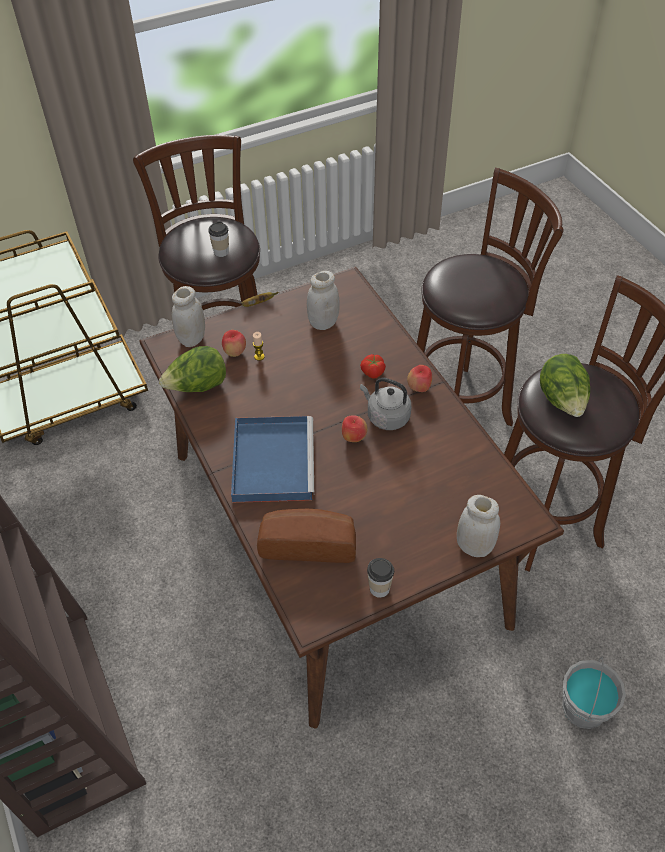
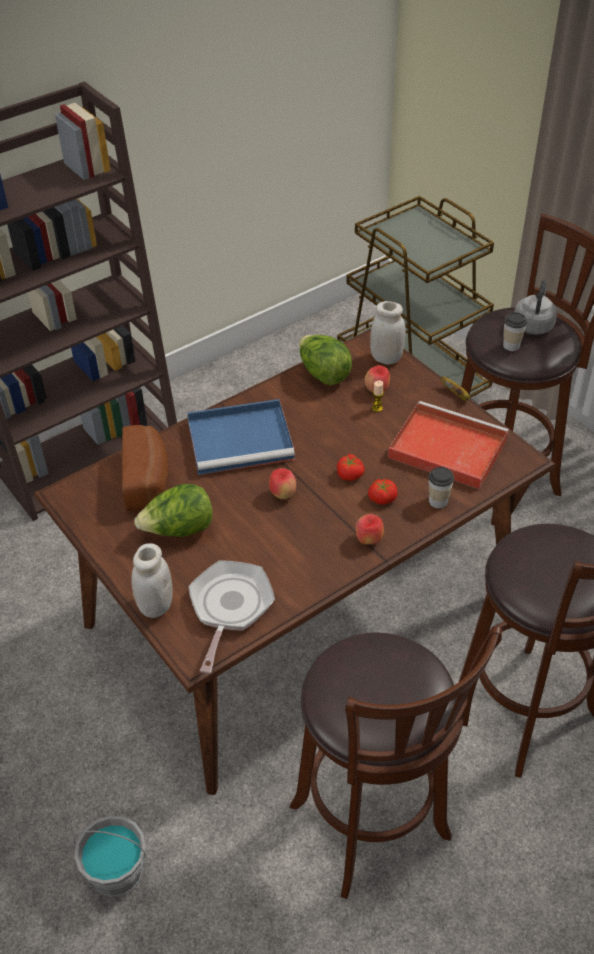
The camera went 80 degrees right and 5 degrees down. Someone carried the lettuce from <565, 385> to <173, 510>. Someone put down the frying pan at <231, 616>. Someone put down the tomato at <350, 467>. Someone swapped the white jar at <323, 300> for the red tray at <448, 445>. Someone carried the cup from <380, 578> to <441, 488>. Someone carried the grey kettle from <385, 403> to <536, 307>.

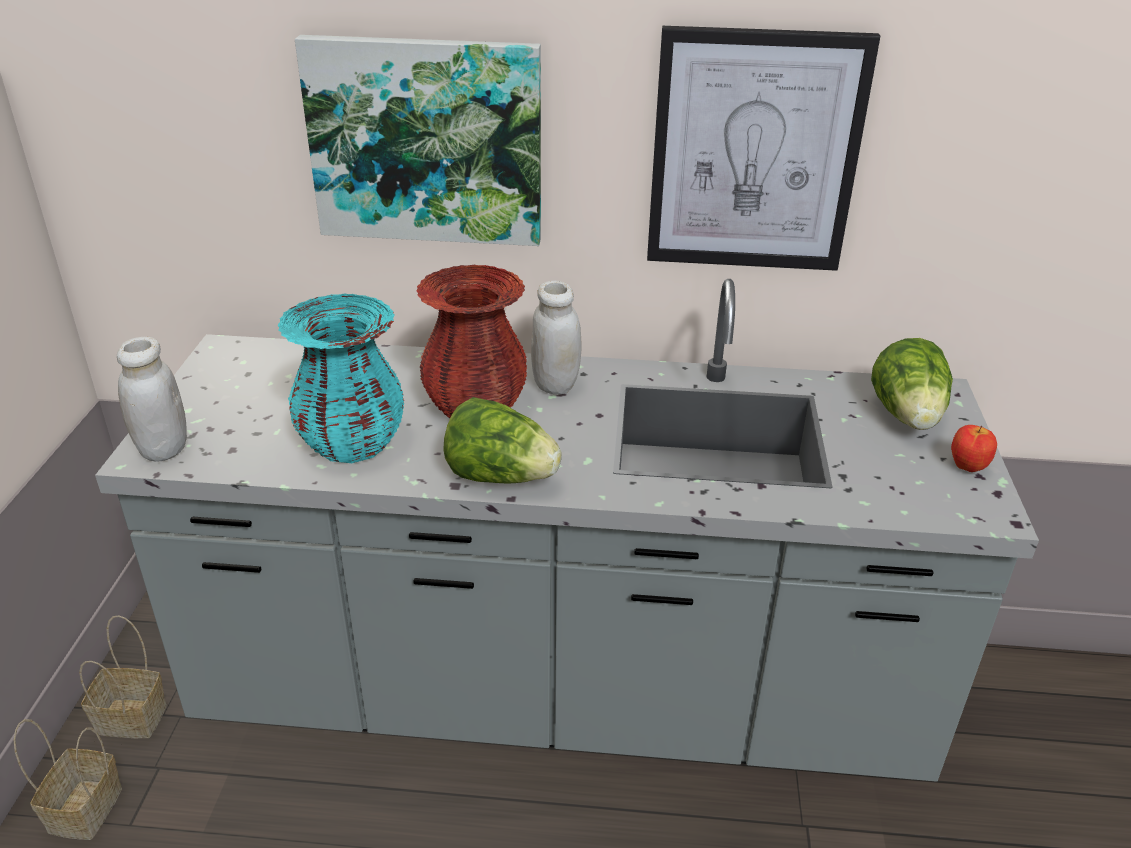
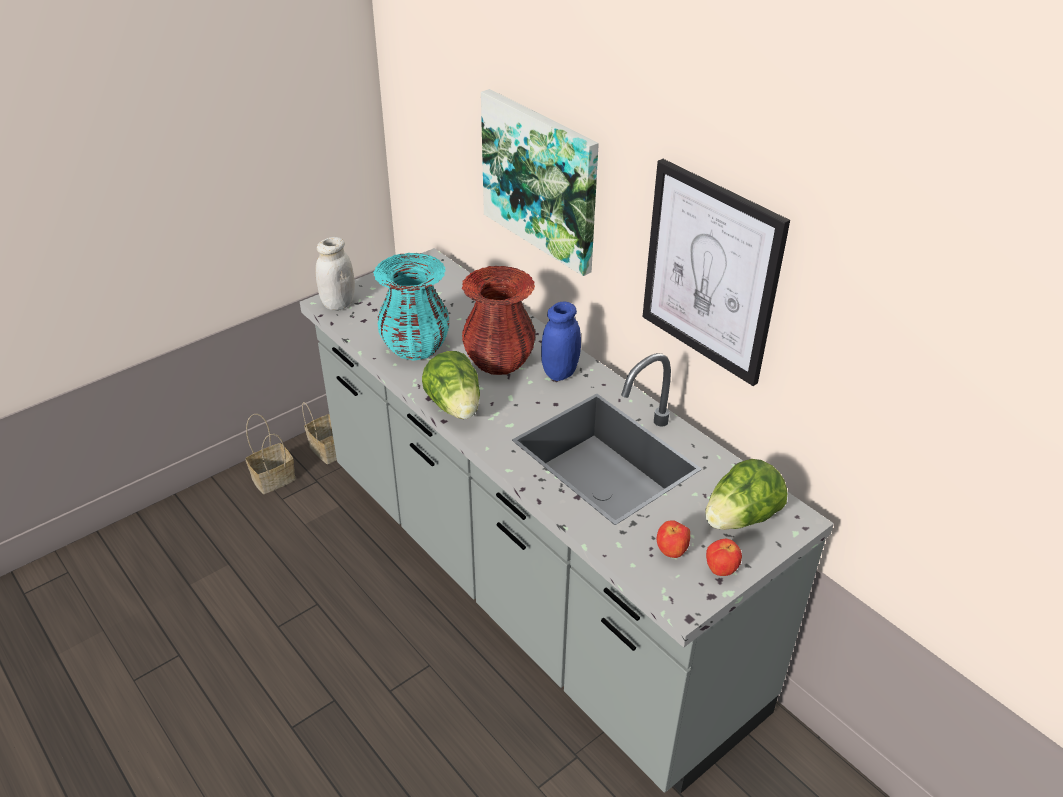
The camera went 45 degrees right and 5 degrees up. Someone repainted the white jar at <556, 337>, which became the blue jar at <561, 341>. Someone put down the apple at <673, 539>.

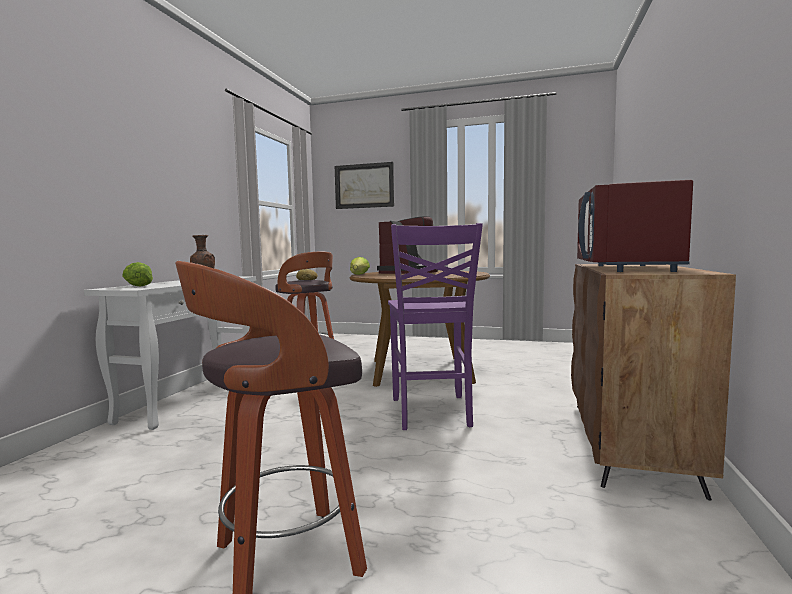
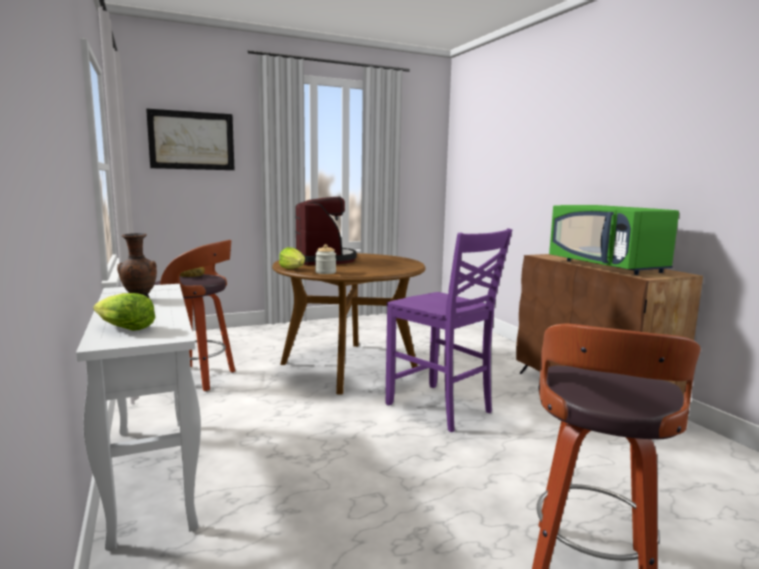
The camera went 40 degrees left and 5 degrees up. Someone put down the jar at <325, 259>. Someone repainted the red microwave at <635, 226>, which became the green microwave at <614, 240>.

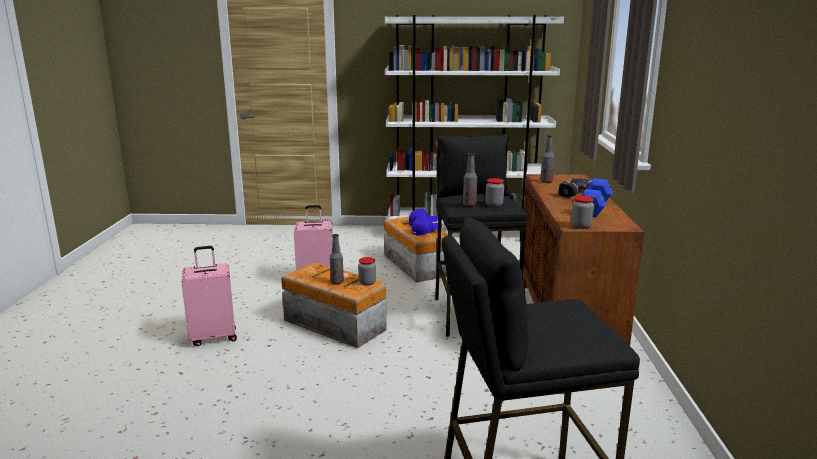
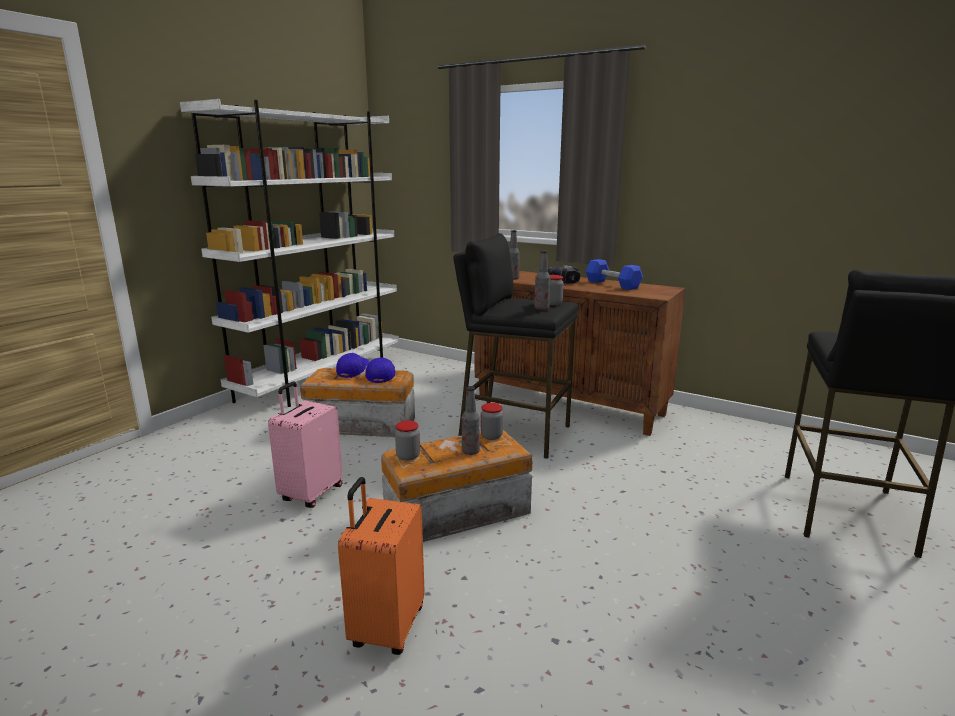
The camera went 60 degrees left and 0 degrees up. Someone repainted the pink suitcase at <209, 296>, which became the orange suitcase at <381, 566>. Someone carried the jar from <582, 212> to <407, 440>.

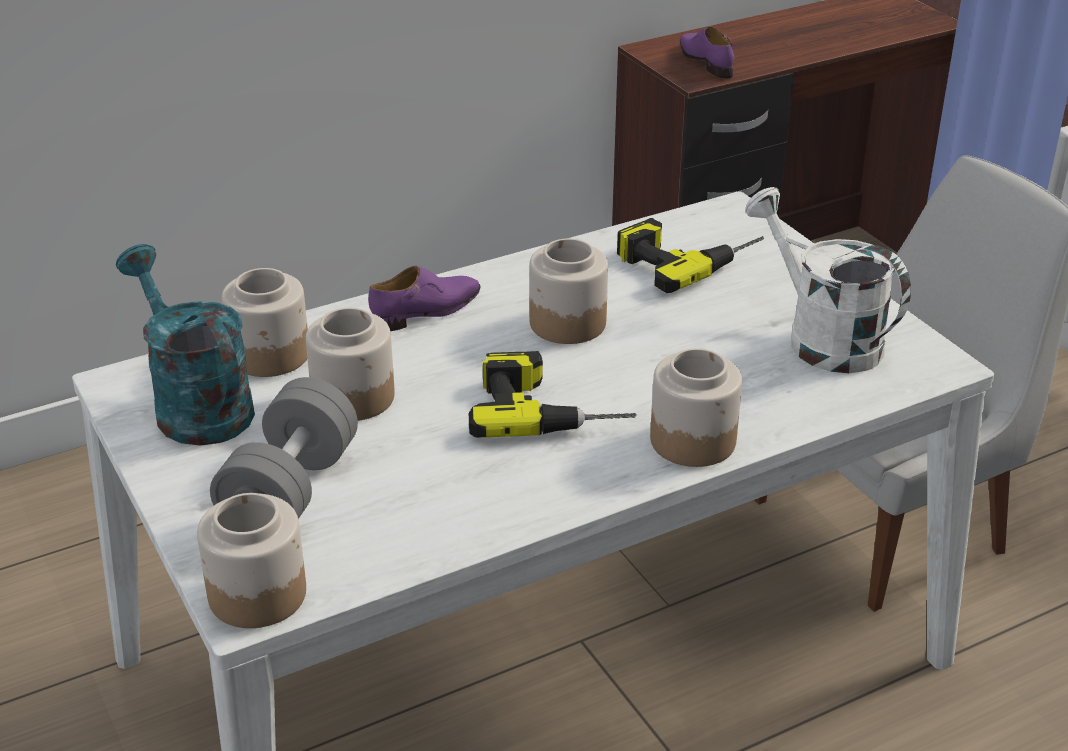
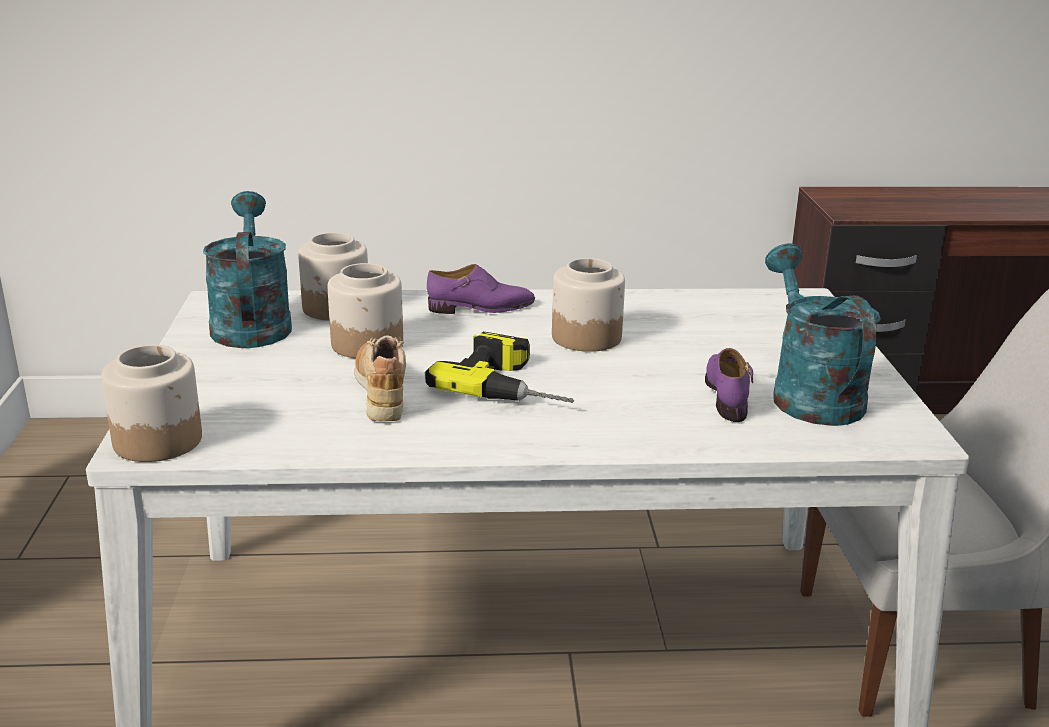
The camera went 25 degrees right and 10 degrees down. Someone put down the beige shoe at <380, 378>. Someone carried the purple shoe from <707, 52> to <729, 385>. Someone repainted the white watering can at <828, 280>, which became the turquoise watering can at <823, 334>. Someone took away the grey dumbbell at <284, 448>. Someone took away the power drill at <690, 255>. Someone took away the jar at <696, 407>.

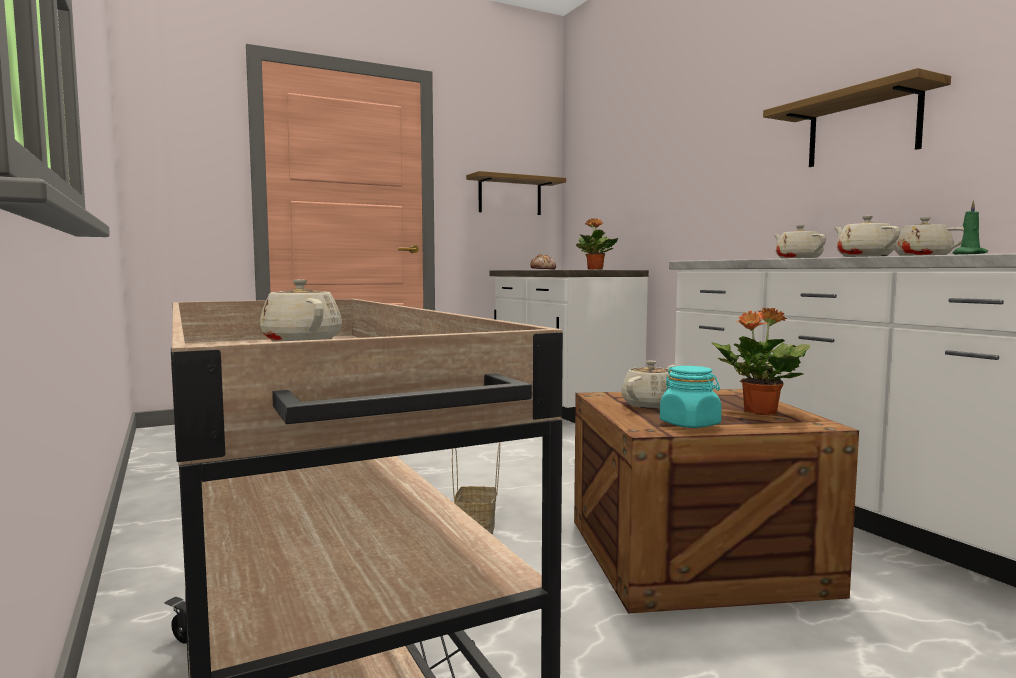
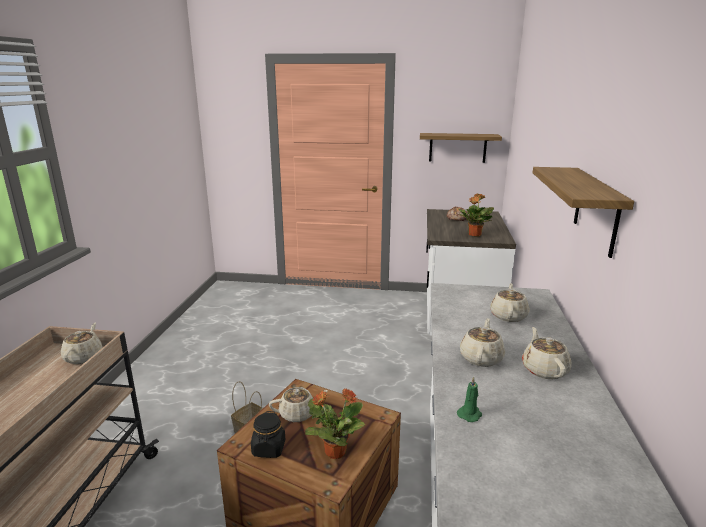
The camera went 35 degrees right and 15 degrees up. Someone repainted the turquoise jar at <691, 397>, which became the black jar at <268, 434>.

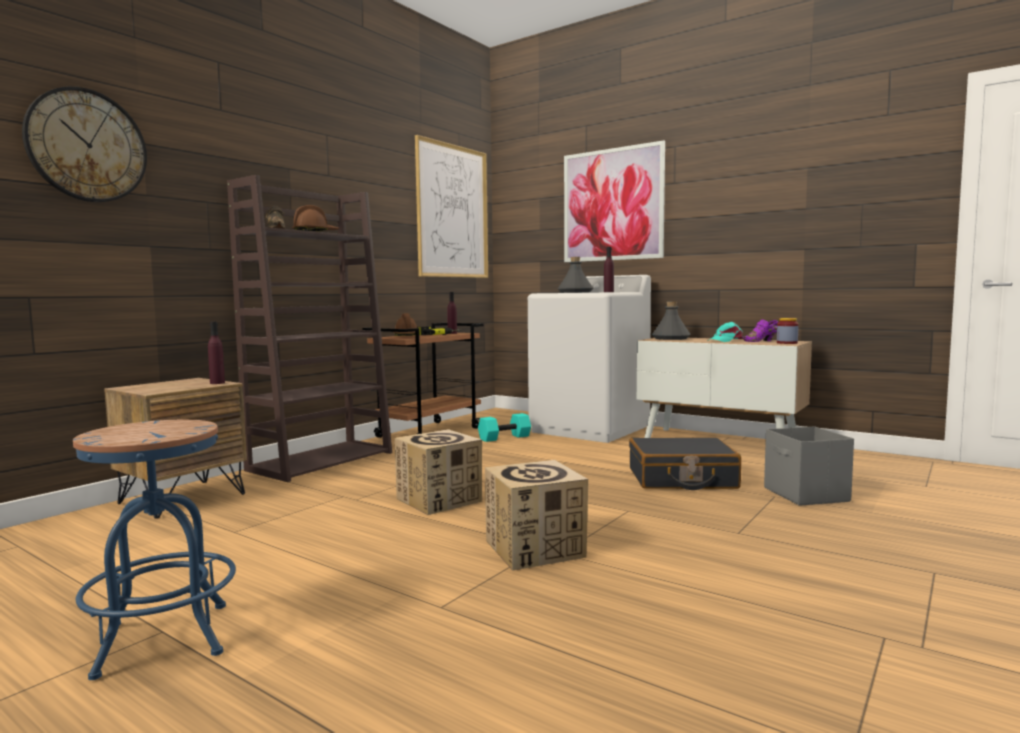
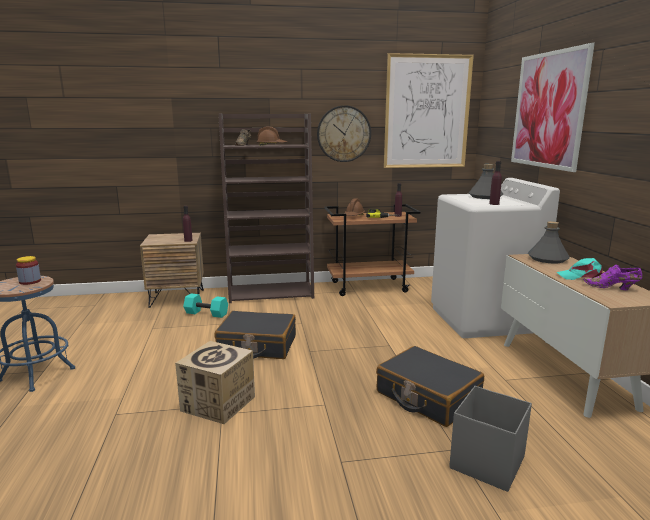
The camera went 45 degrees right and 10 degrees up. Someone carried the jar from <787, 331> to <28, 270>. Someone carried the turquoise dumbbell from <504, 427> to <205, 305>. Someone swapped the cardboard box at <438, 472> for the black suitcase at <255, 335>. Someone carried the wall clock from <84, 144> to <344, 133>.

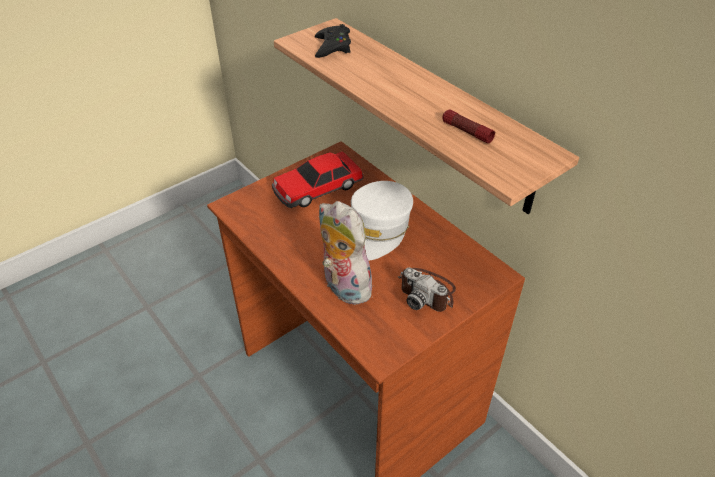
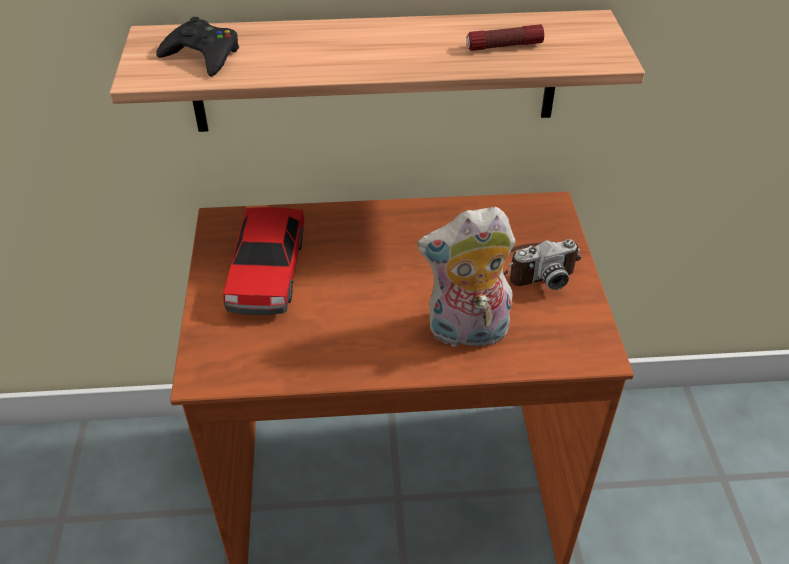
The camera went 55 degrees left and 0 degrees up. Someone took away the white cap at <382, 221>.

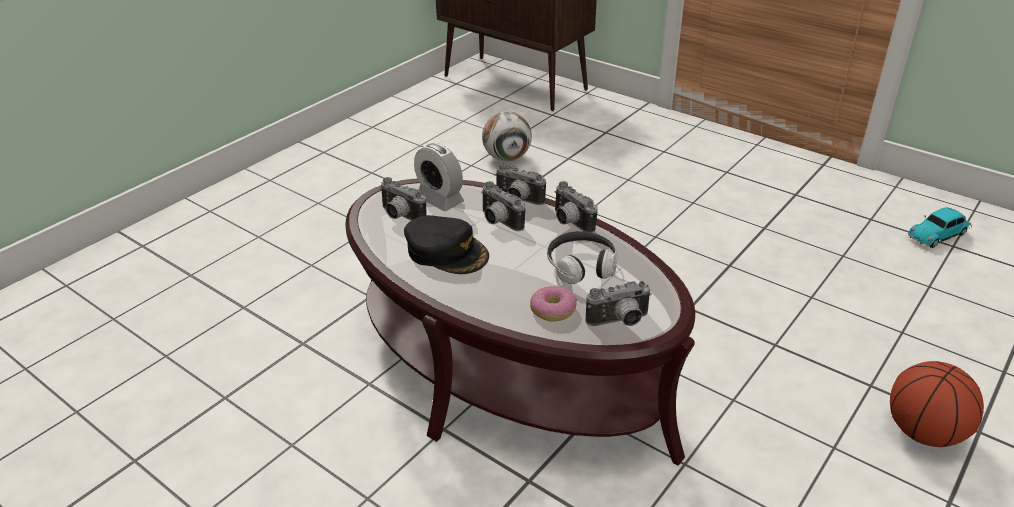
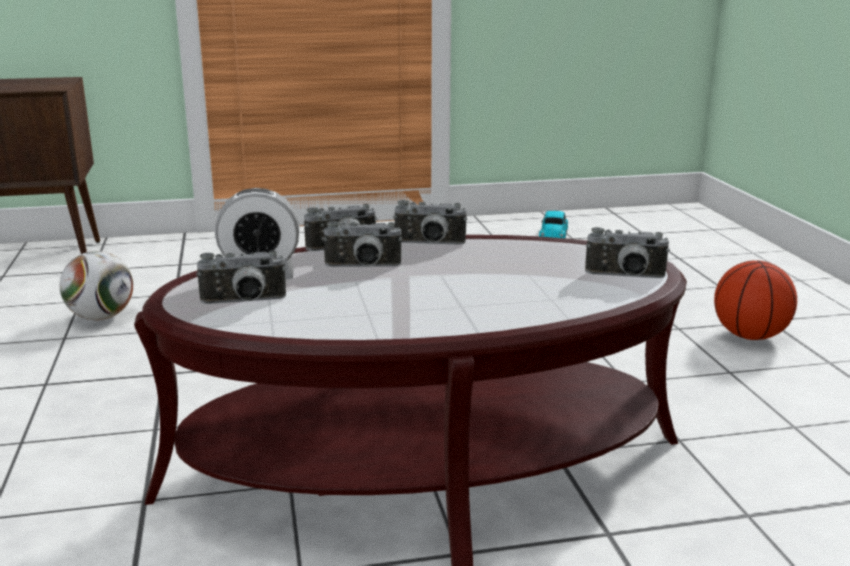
The camera went 50 degrees left and 15 degrees down. Someone rotated the photo camera at <619, 303> by 75 degrees clockwise. Someone took away the black cap at <446, 244>. Someone took away the donut at <553, 303>. Someone took away the headphones at <582, 257>.

